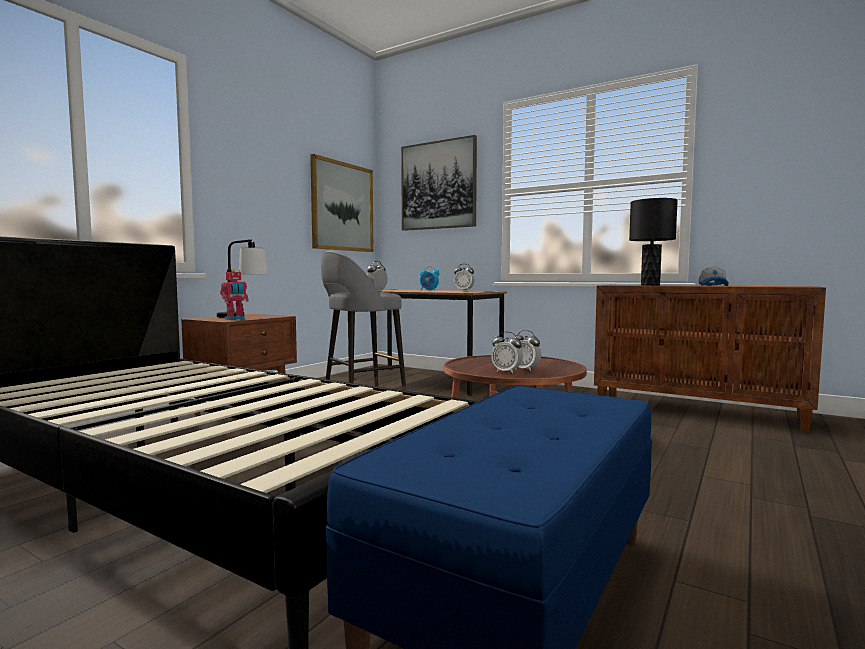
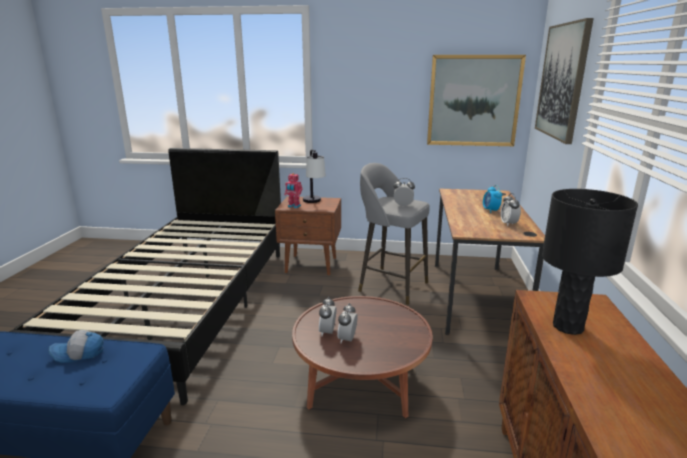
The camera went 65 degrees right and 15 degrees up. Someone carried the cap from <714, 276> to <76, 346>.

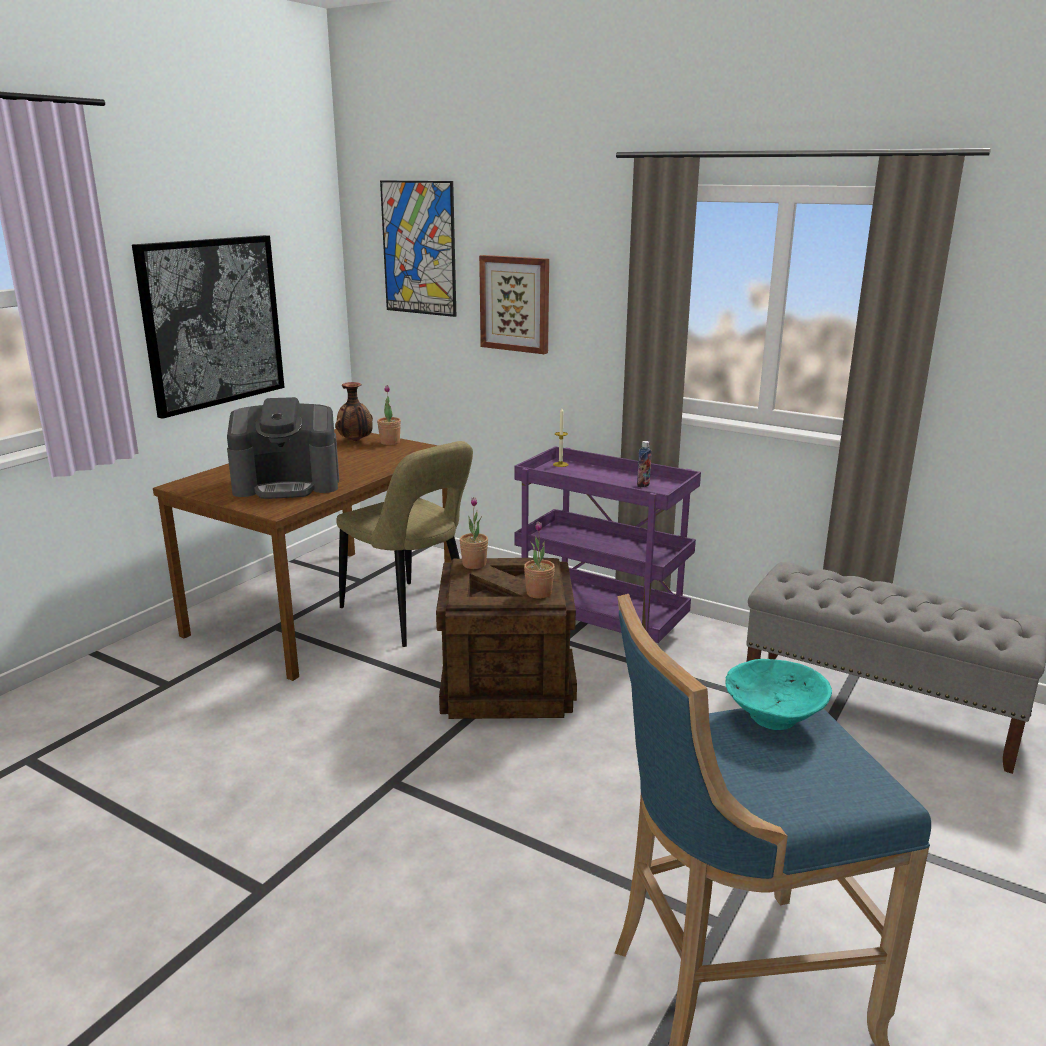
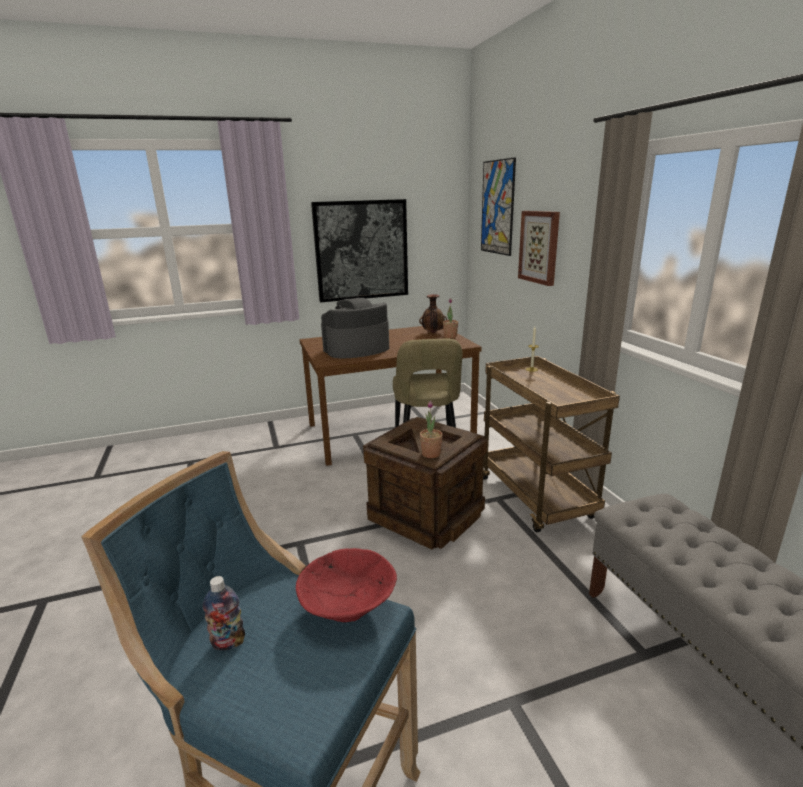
The camera went 40 degrees right and 0 degrees up. Someone carried the bottle from <644, 464> to <224, 613>. Someone repainted the turquoise bowl at <778, 694>, which became the red bowl at <346, 585>. Someone rotated the coffee machine at <283, 448> by 120 degrees clockwise. Someone repainted the purple cart at <607, 544>, which became the brown cart at <551, 444>. Someone took away the potted plant at <474, 533>.

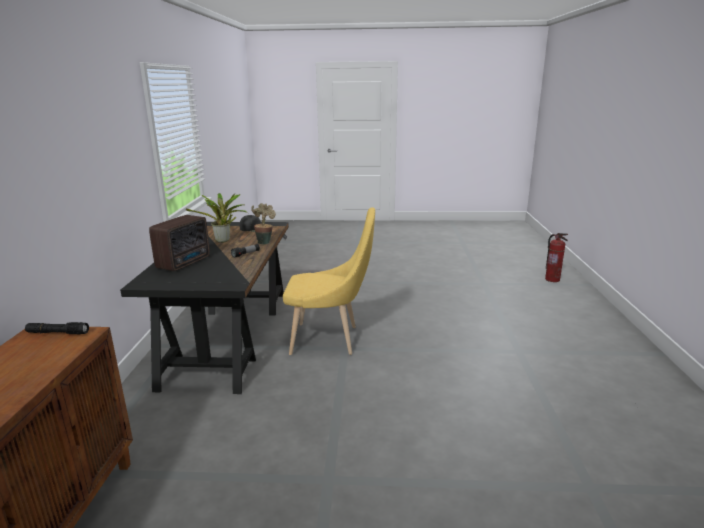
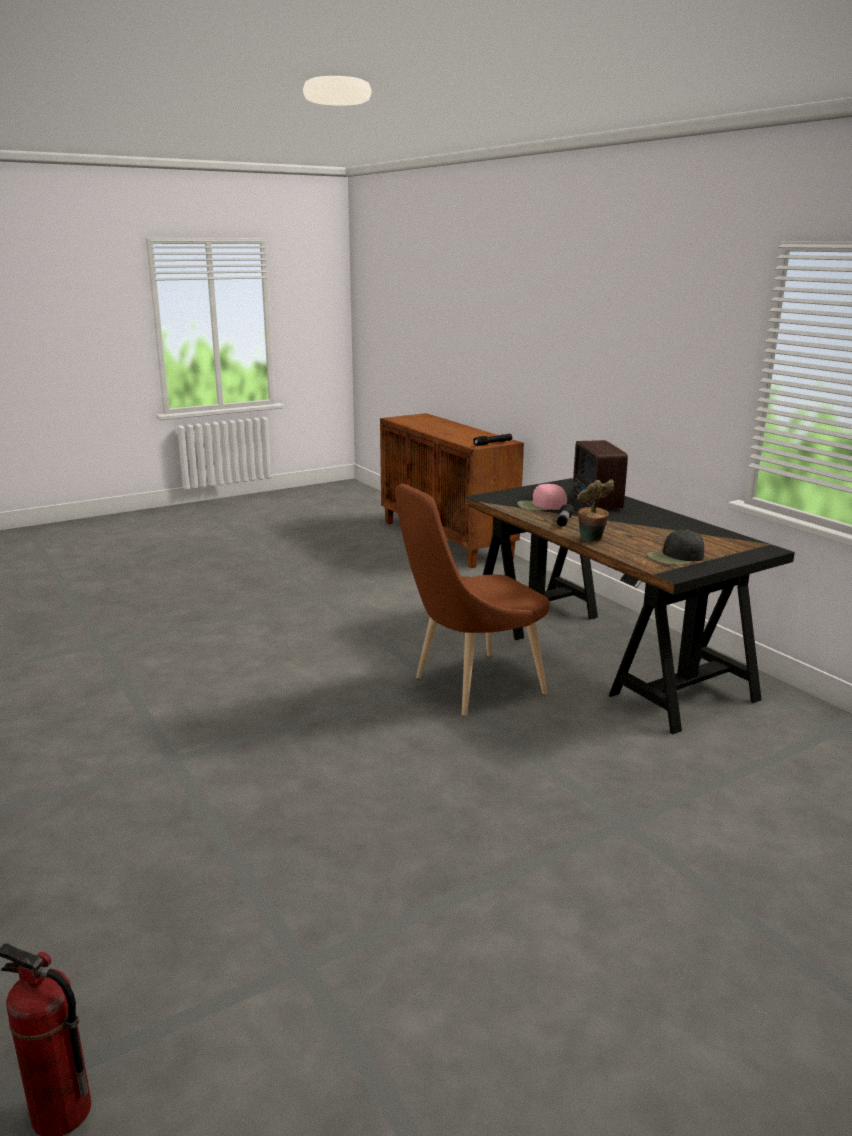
The camera went 145 degrees right and 0 degrees up. Someone repainted the yellow chair at <329, 281>, which became the brown chair at <472, 600>. Someone put down the pink cap at <542, 497>. Someone took away the potted plant at <217, 218>.

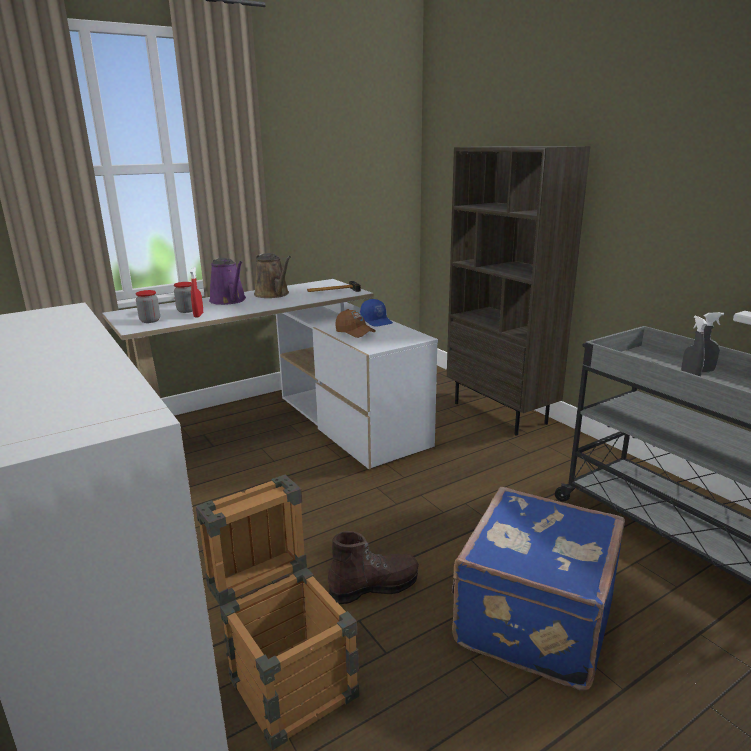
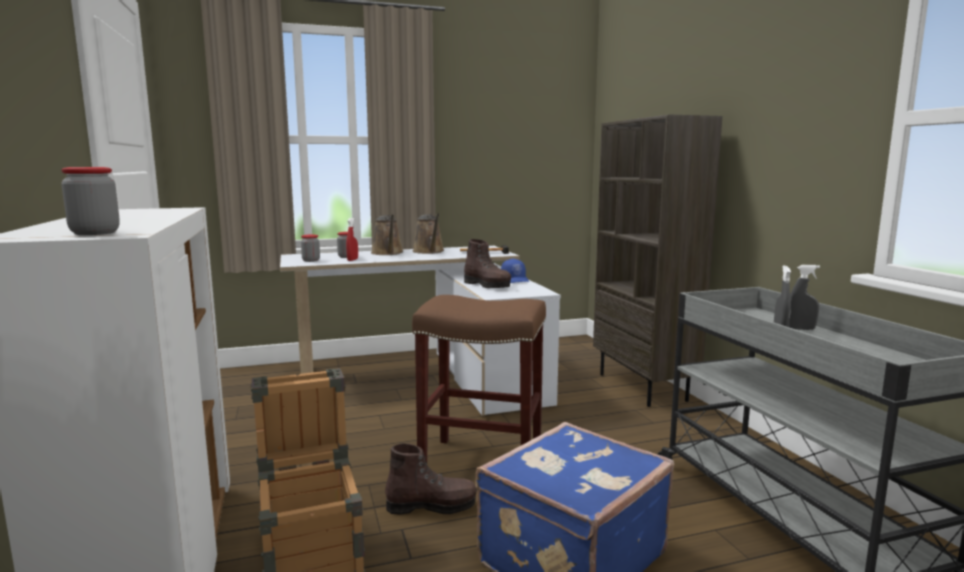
The camera went 15 degrees right and 10 degrees down. Someone put down the jar at <90, 201>. Someone repainted the purple watering can at <227, 281>, which became the brown watering can at <387, 234>. Someone put down the brown stool at <479, 378>. Someone swapped the brown cap at <355, 323> for the brown boot at <487, 263>.

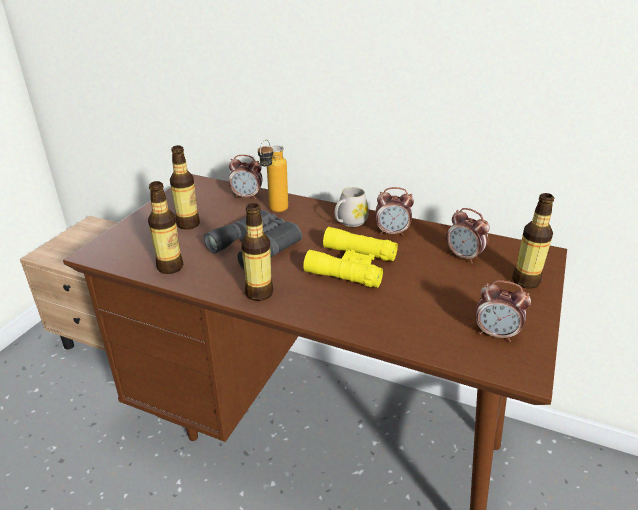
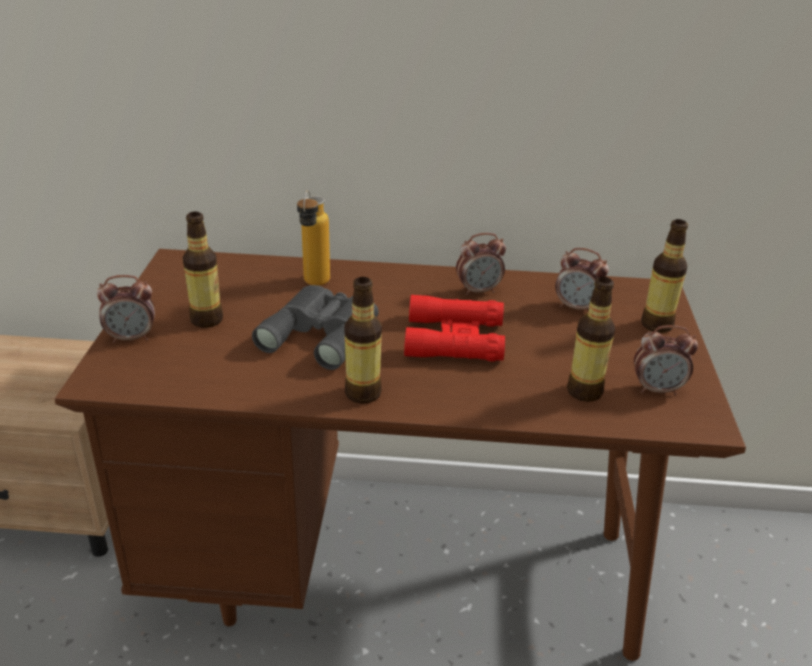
The camera went 20 degrees left and 0 degrees up. Someone carried the alarm clock from <246, 177> to <126, 309>. Someone repainted the yellow binoculars at <350, 257>, which became the red binoculars at <454, 328>. Someone carried the bottle from <165, 227> to <591, 339>. Someone took away the white mug at <351, 207>.

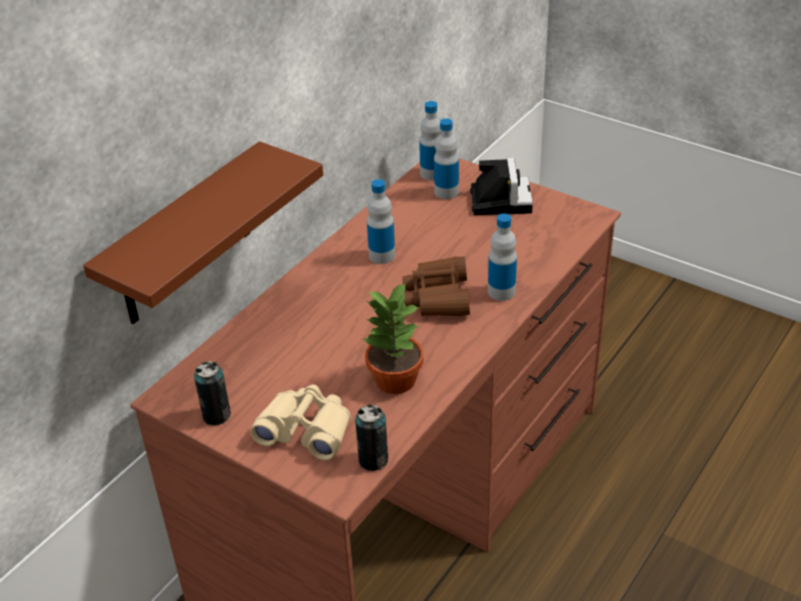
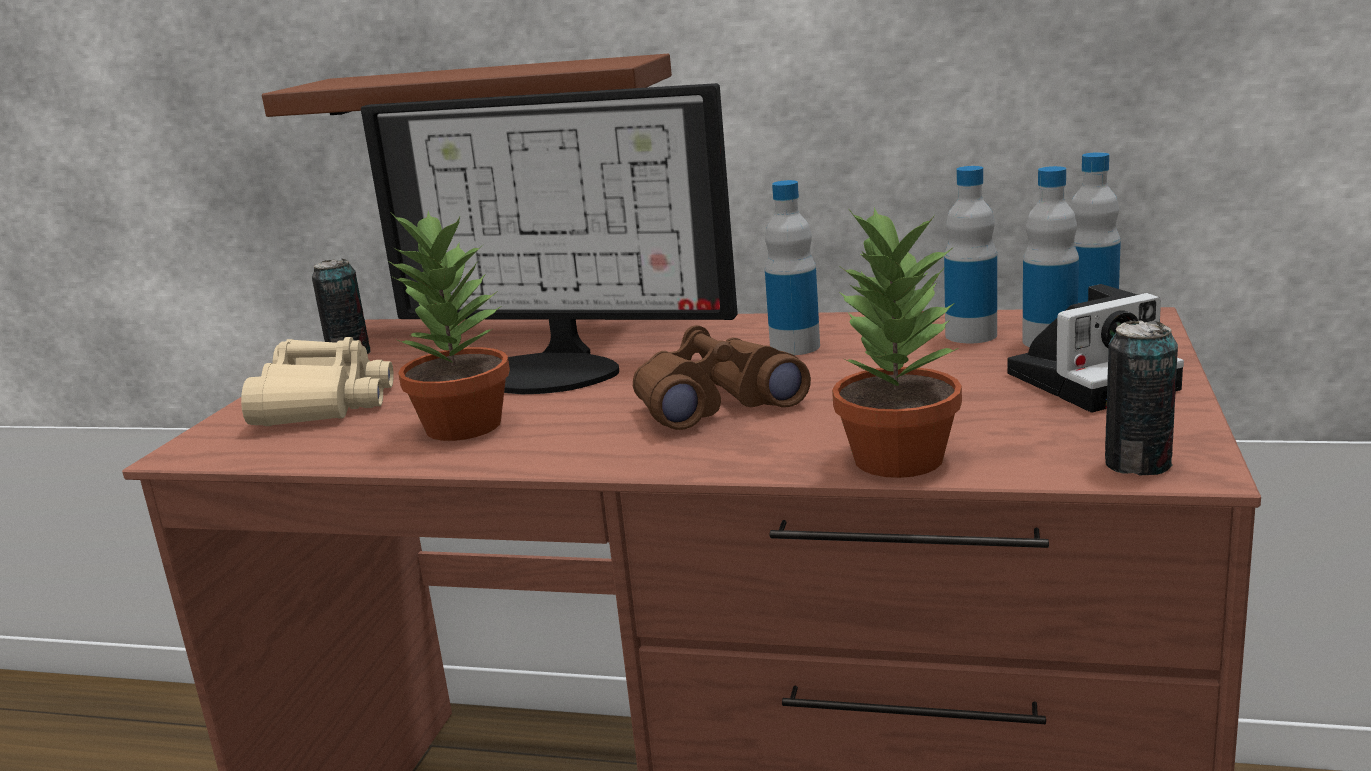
The camera went 70 degrees right and 20 degrees down. Someone put down the monitor at <549, 238>. Someone put down the potted plant at <897, 343>. Someone carried the bottle from <502, 257> to <970, 254>. Someone carried the can from <371, 437> to <1141, 398>.

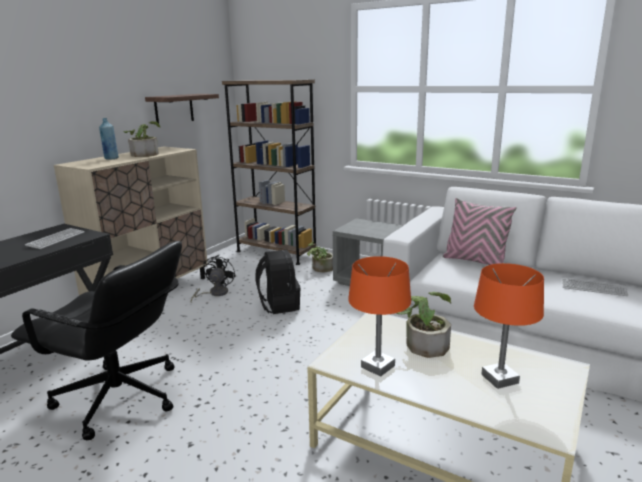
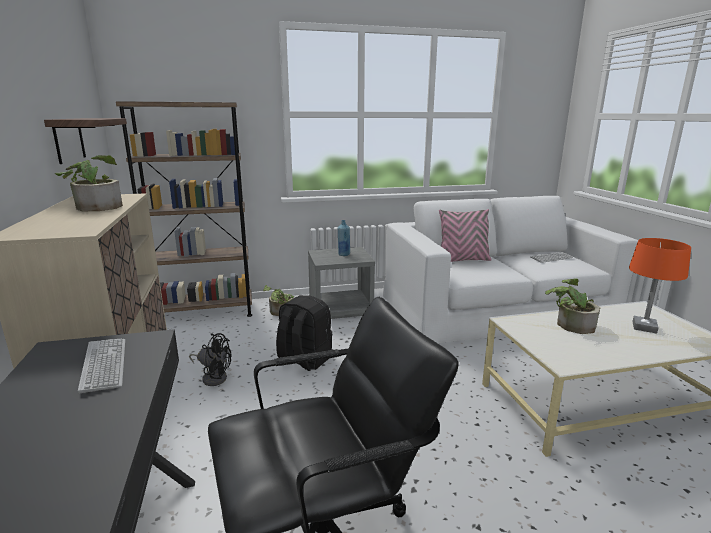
The camera went 45 degrees left and 0 degrees up. Someone rotated the black fan at <213, 278> by 135 degrees clockwise. Someone carried the blue bottle from <109, 139> to <344, 238>. Someone took away the orange table lamp at <379, 316>.

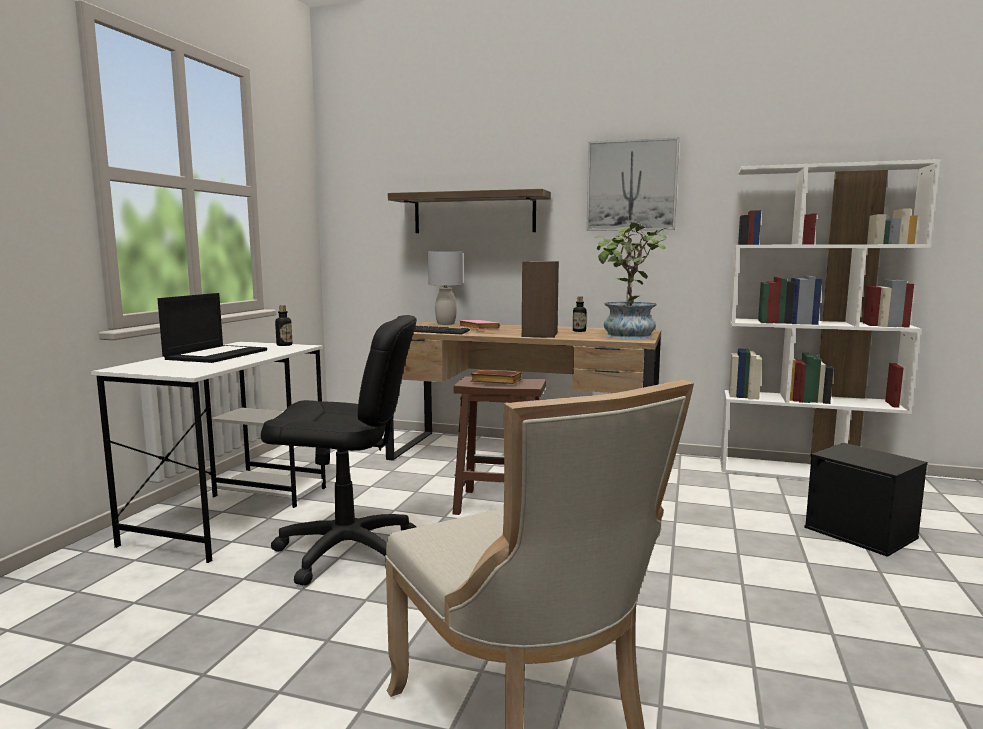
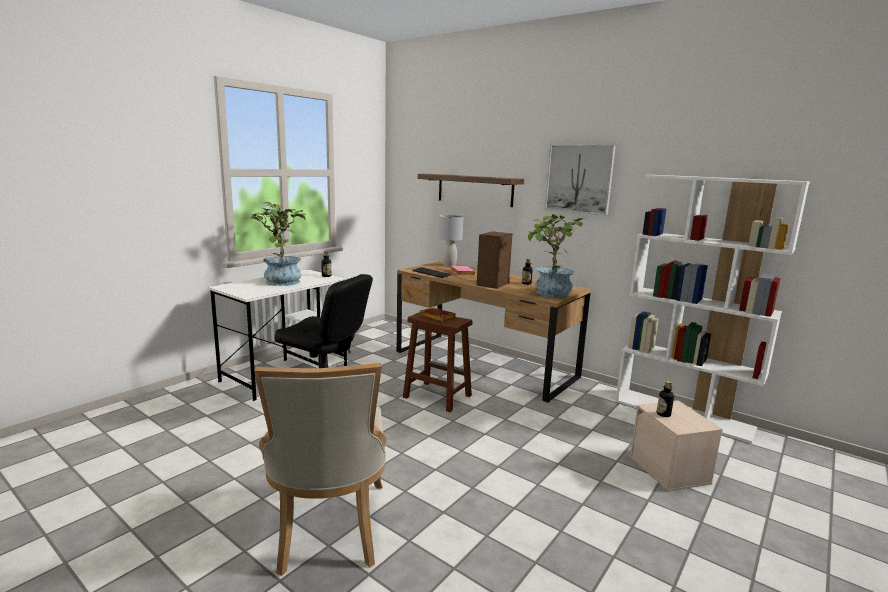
The camera went 20 degrees right and 5 degrees up. Someone swapped the laptop at <212, 328> for the potted plant at <275, 244>. Someone repainted the black storage box at <866, 500>, which became the beige storage box at <676, 445>. Someone put down the bottle at <665, 399>.

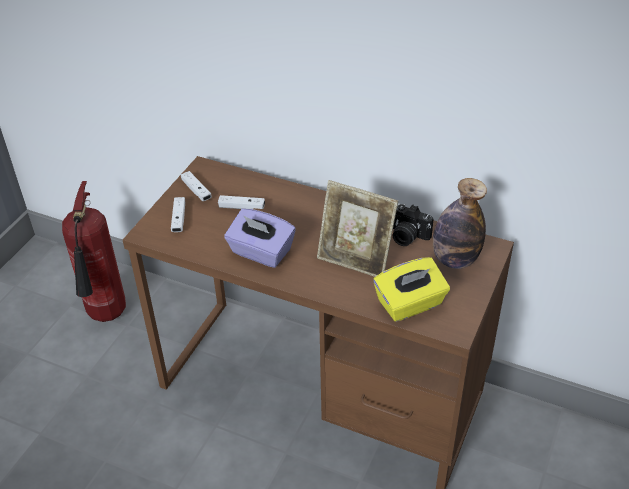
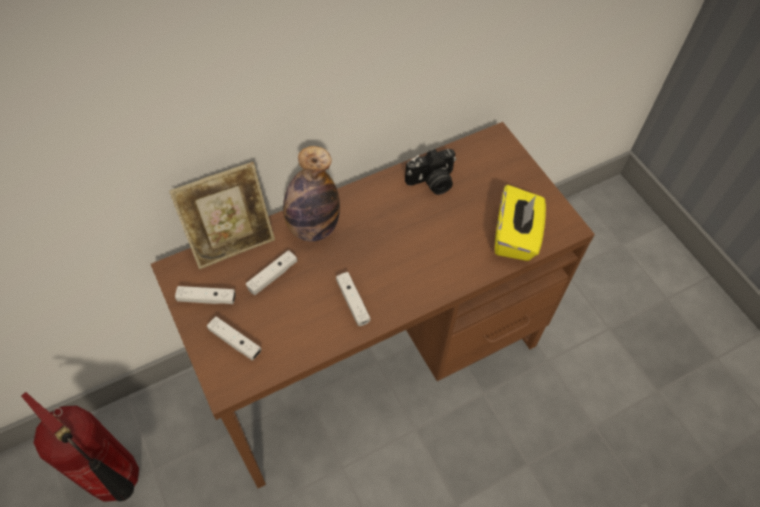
The camera went 55 degrees left and 15 degrees up. Someone carried the picture frame from <357, 228> to <222, 215>. Someone carried the bottle from <460, 223> to <311, 193>. Someone swapped the purple tissue box at <260, 238> for the white game controller at <353, 299>.

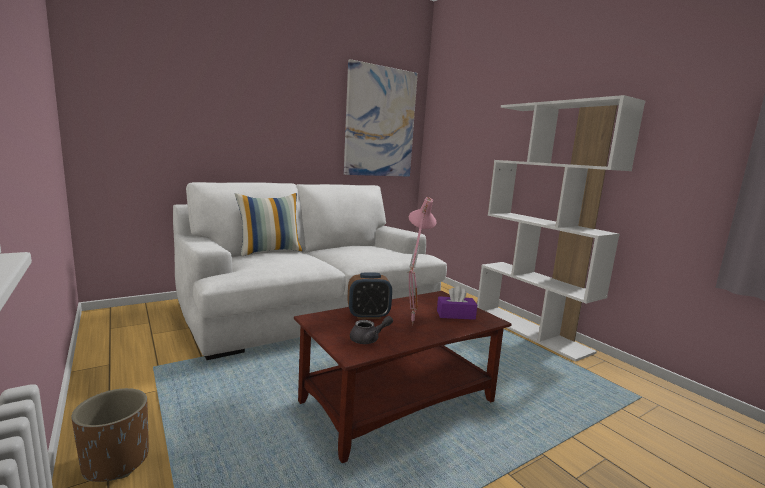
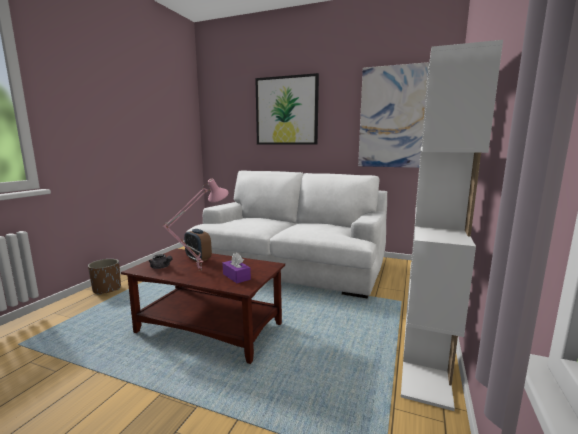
The camera went 55 degrees right and 0 degrees up. Someone put up the picture at <287, 109>. Someone took away the pillow at <269, 224>.

